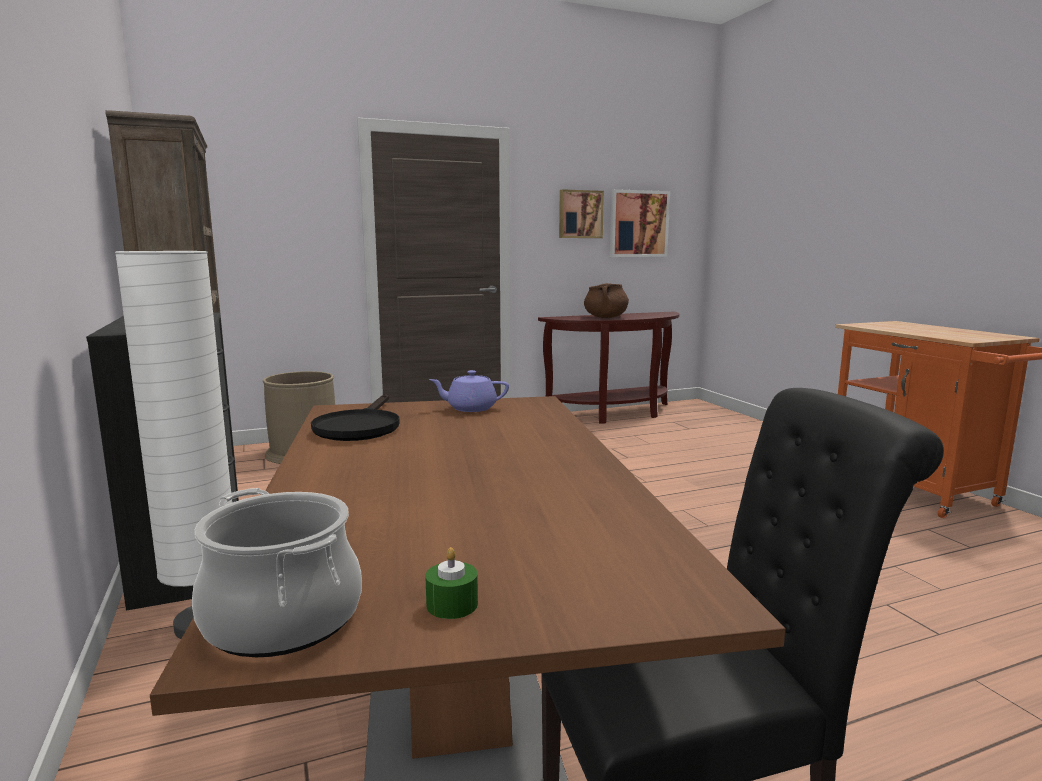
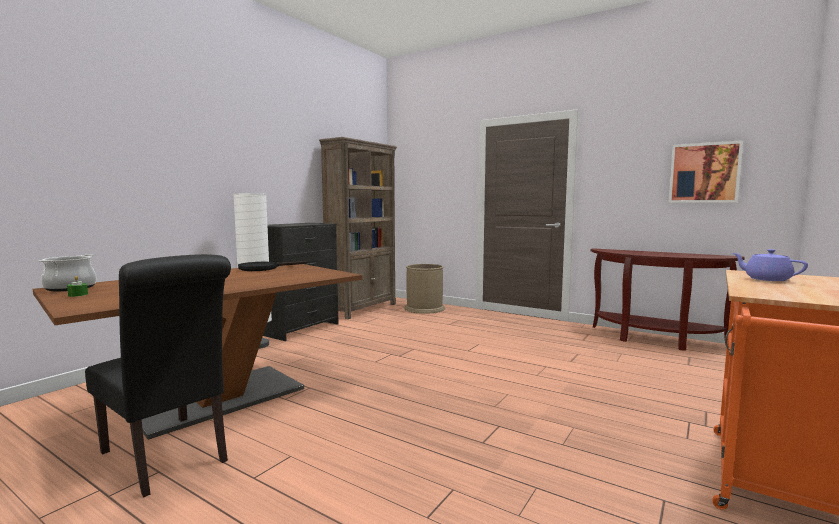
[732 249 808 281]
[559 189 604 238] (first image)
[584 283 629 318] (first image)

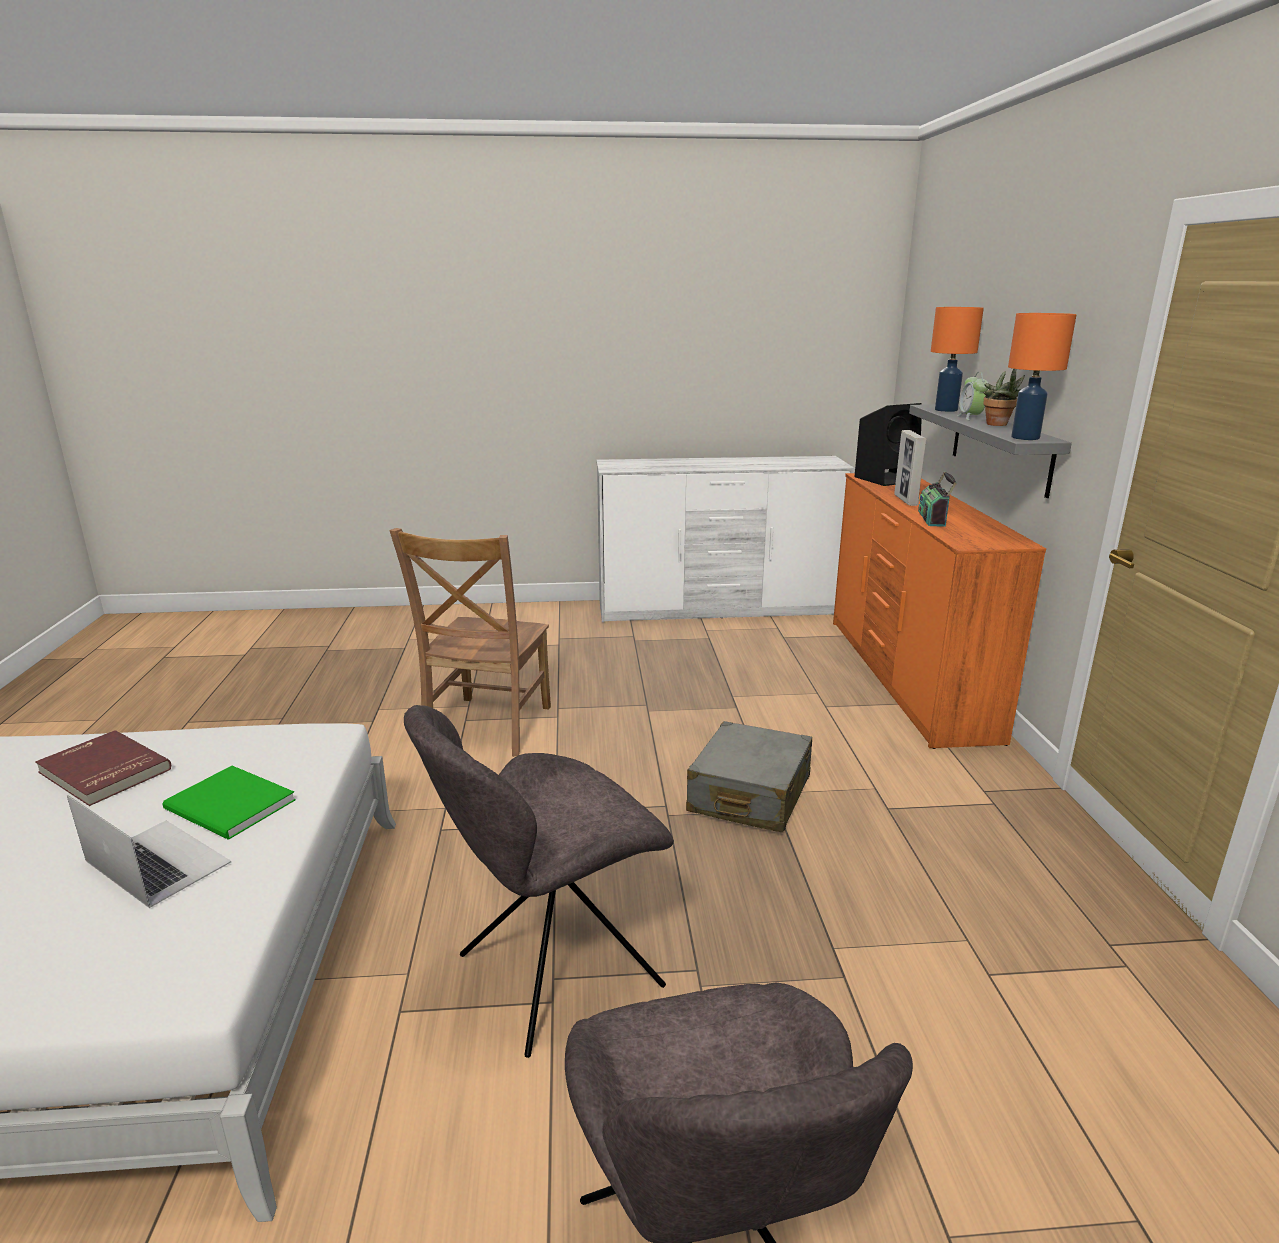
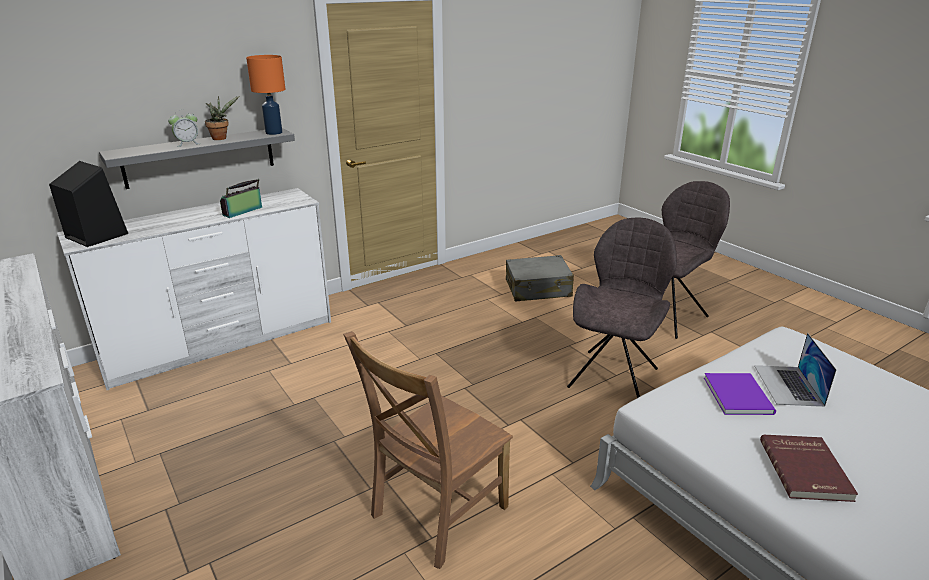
[57 188 331 390]
[220 179 262 218]
[343 331 513 569]
[506 255 574 302]
[567 218 677 398]
[704 373 776 415]
[894 430 927 506] (first image)
[931 307 984 412] (first image)

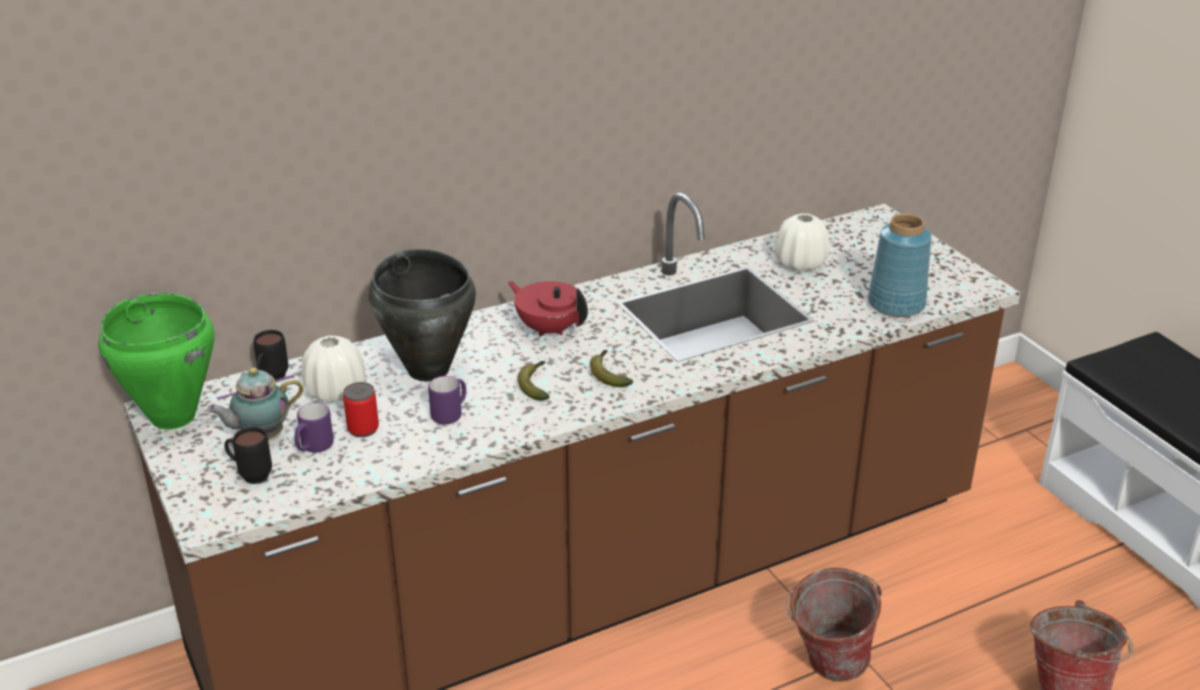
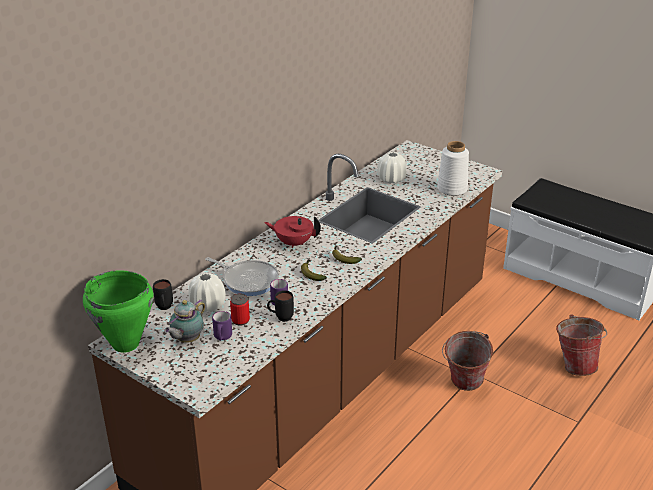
[205 257 279 296]
[267 290 294 322]
[437 141 469 196]

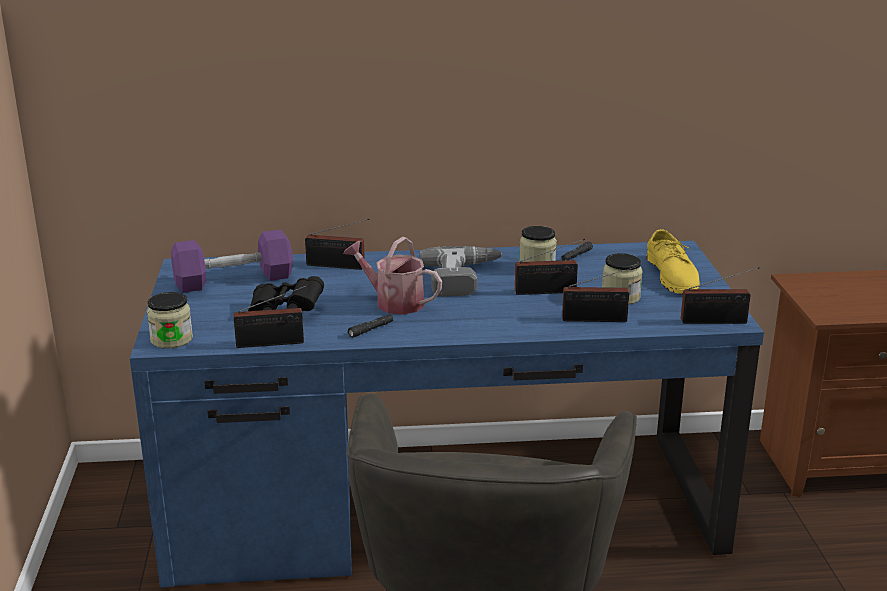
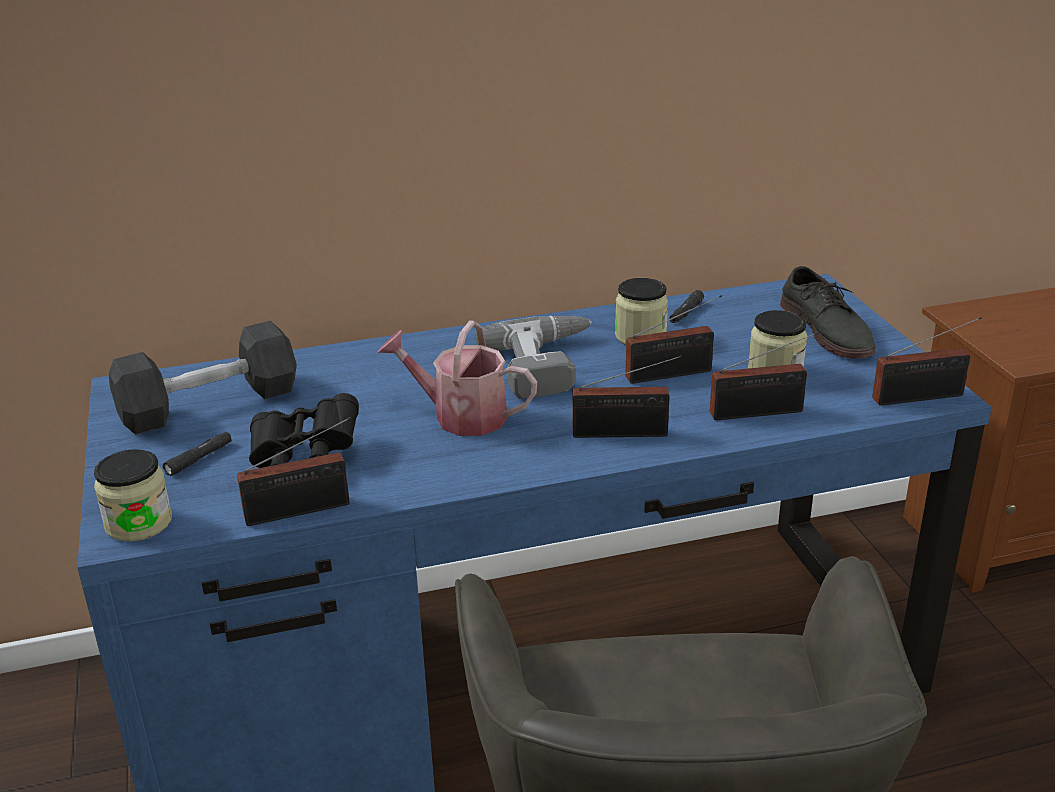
[109 321 297 435]
[163 432 232 476]
[573 356 682 438]
[780 266 876 359]

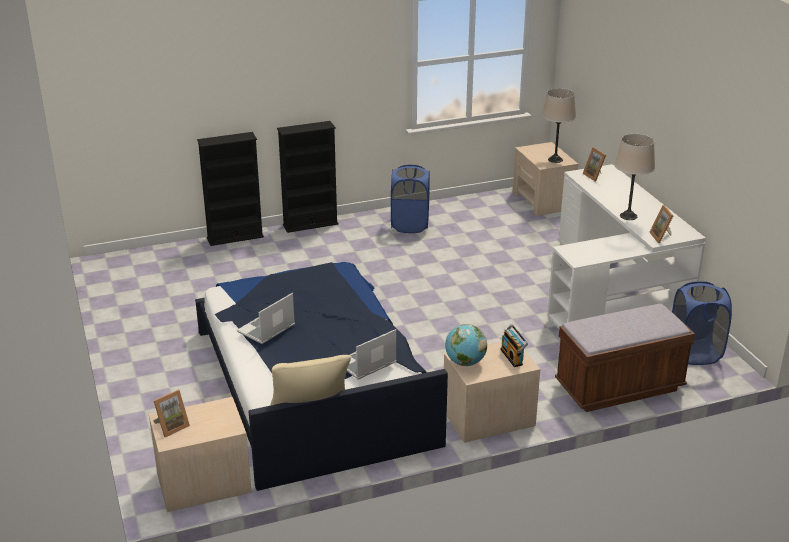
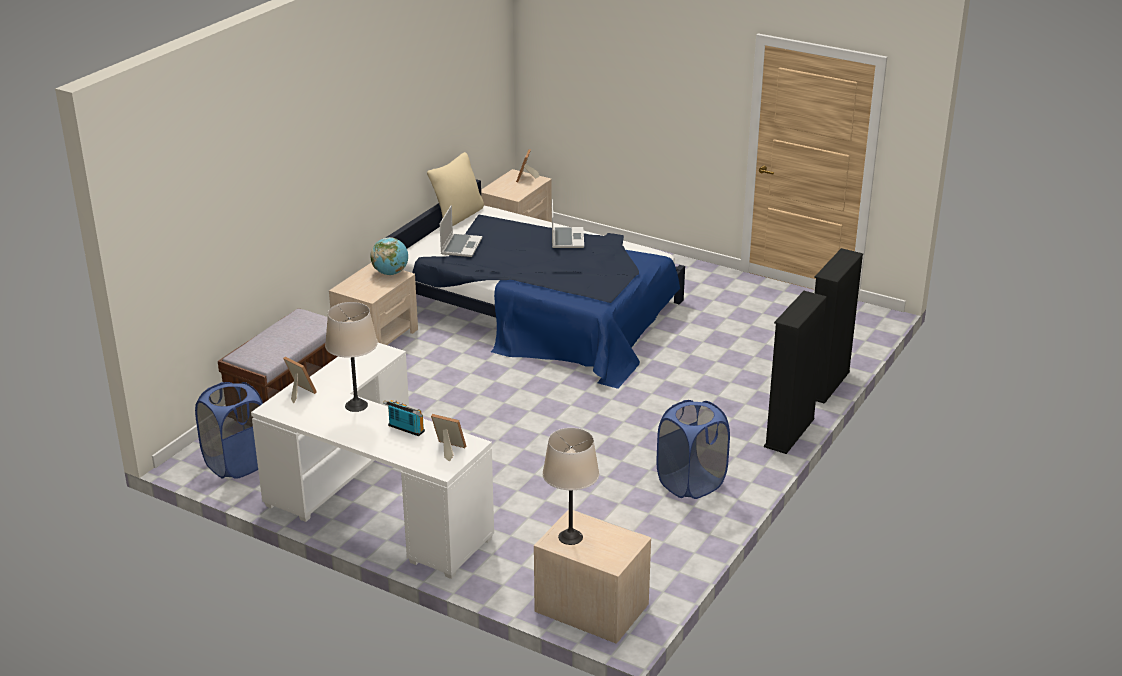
[383 400 425 436]

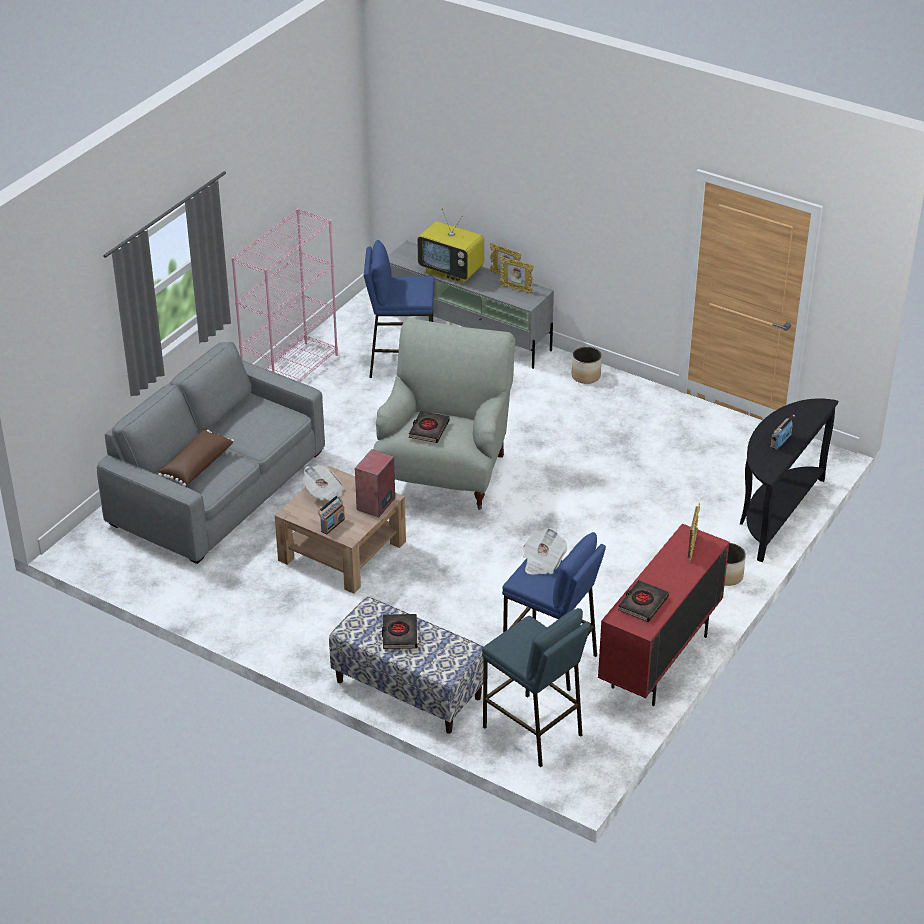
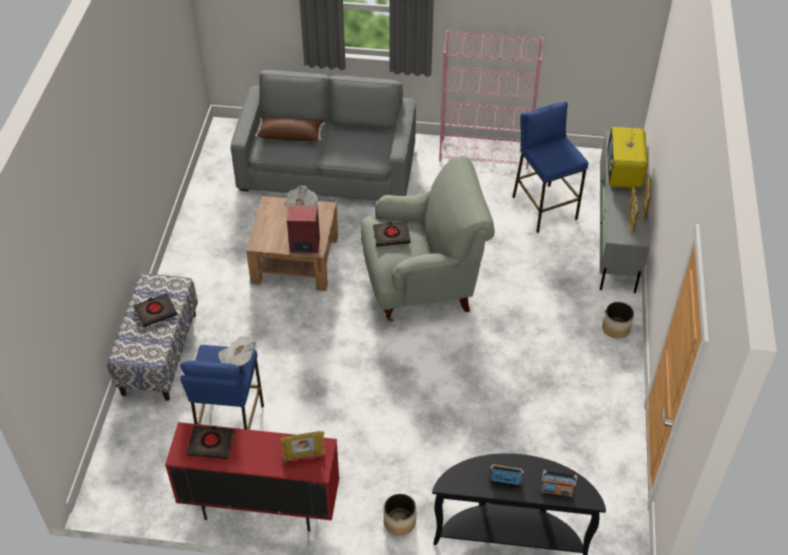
[541 470 577 498]
[482 608 590 767] (first image)

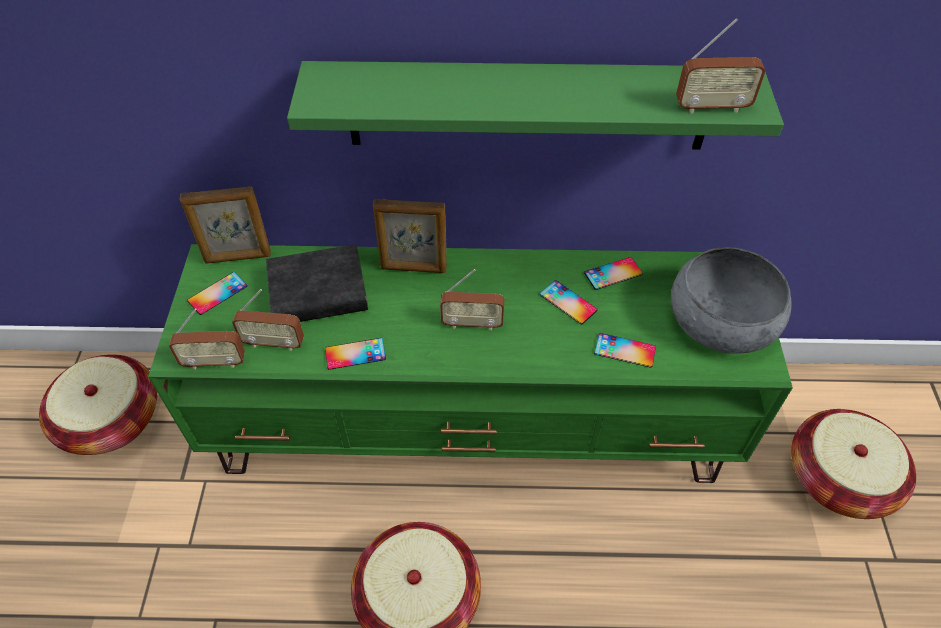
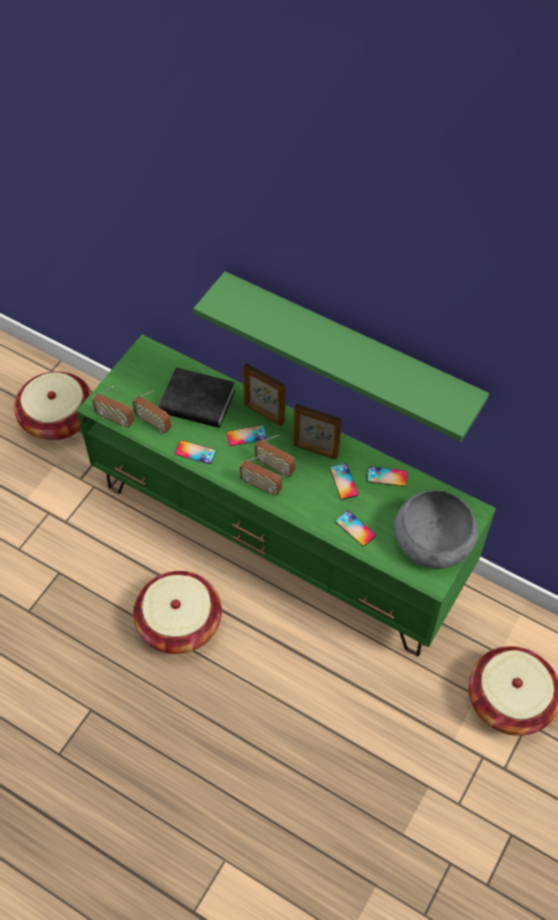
[227 425 267 446]
[240 454 282 496]
[293 404 342 459]

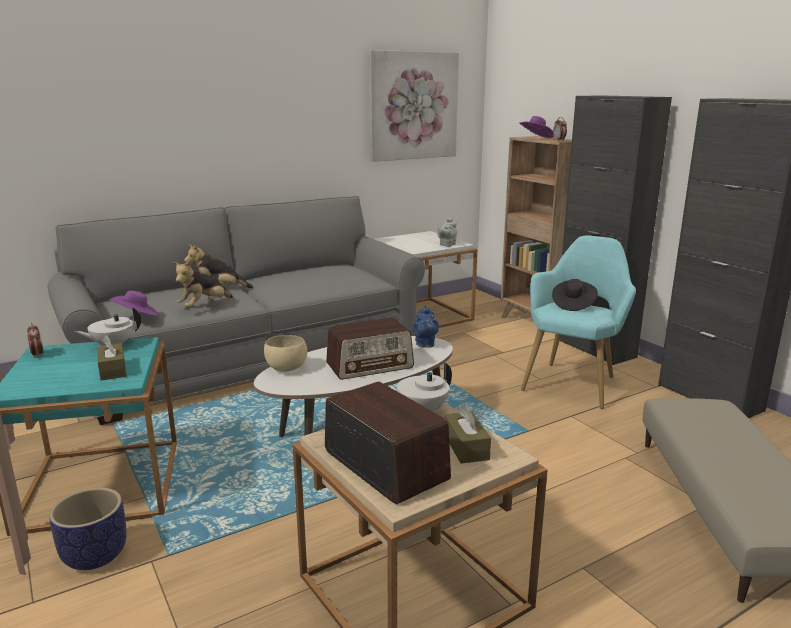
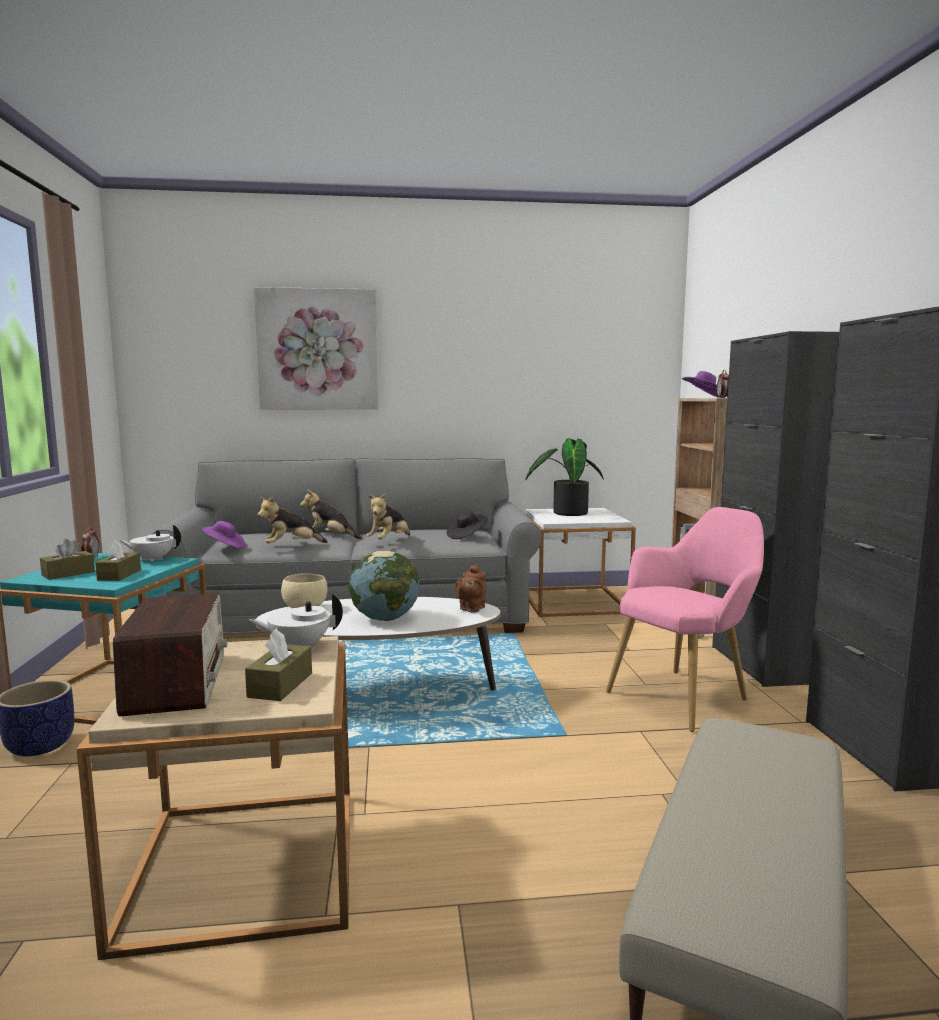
[40 539 95 580]
[253 287 378 410]
[349 551 420 621]
[366 493 410 539]
[447 511 488 539]
[455 564 487 613]
[525 438 604 516]
[606 507 764 732]
[437 217 457 247] (first image)

